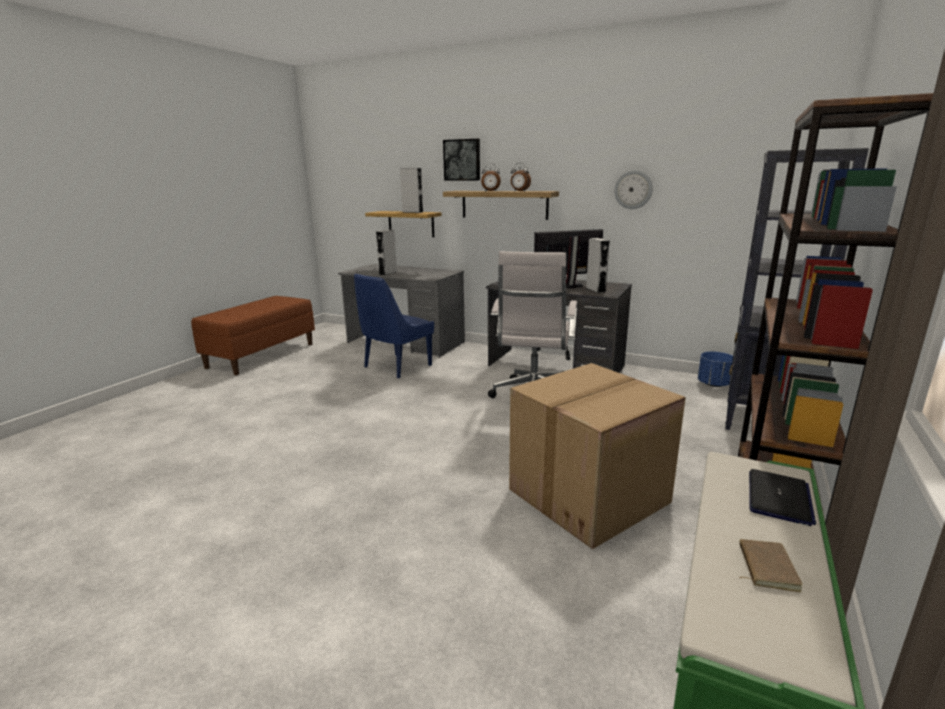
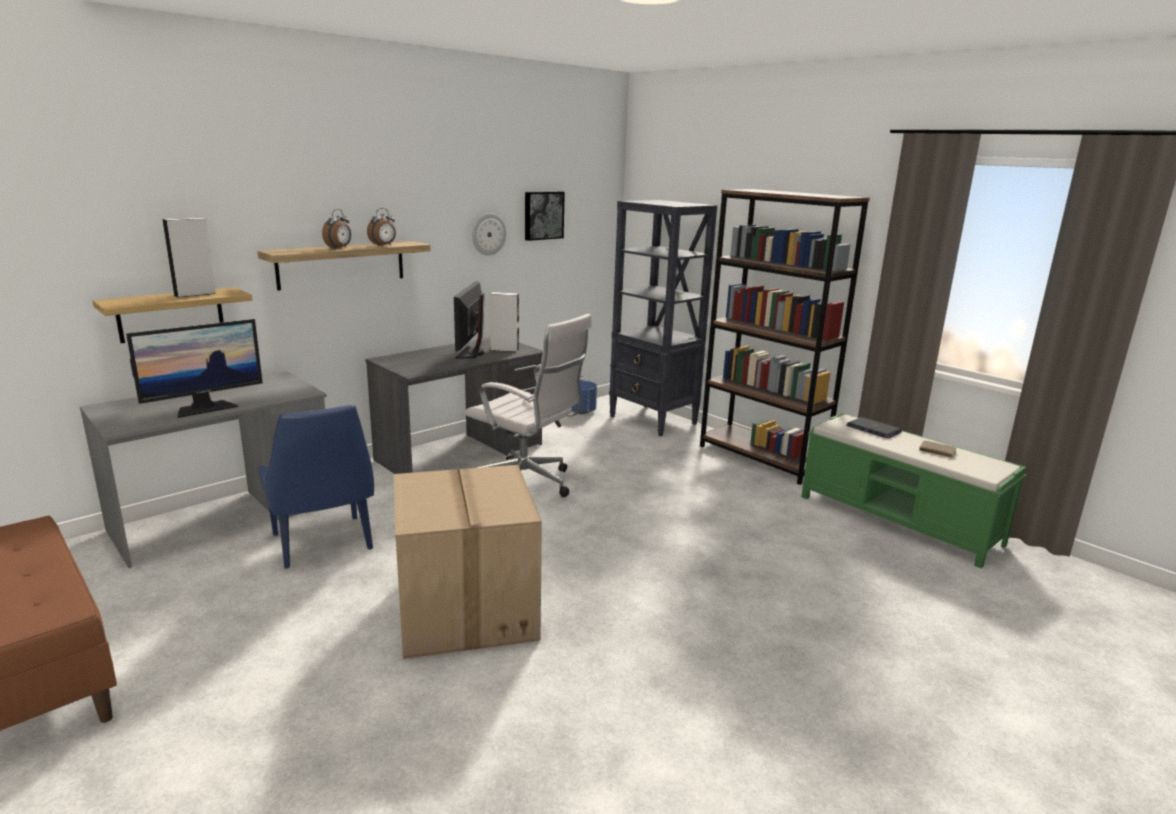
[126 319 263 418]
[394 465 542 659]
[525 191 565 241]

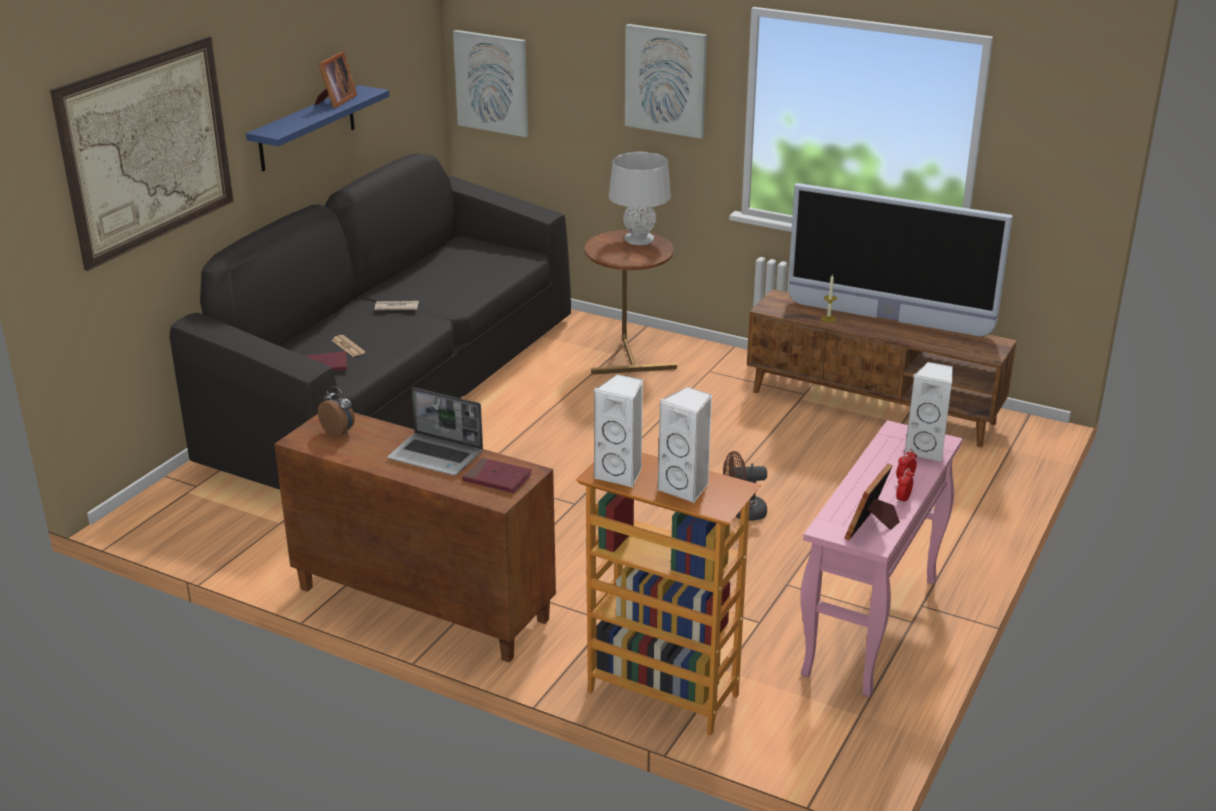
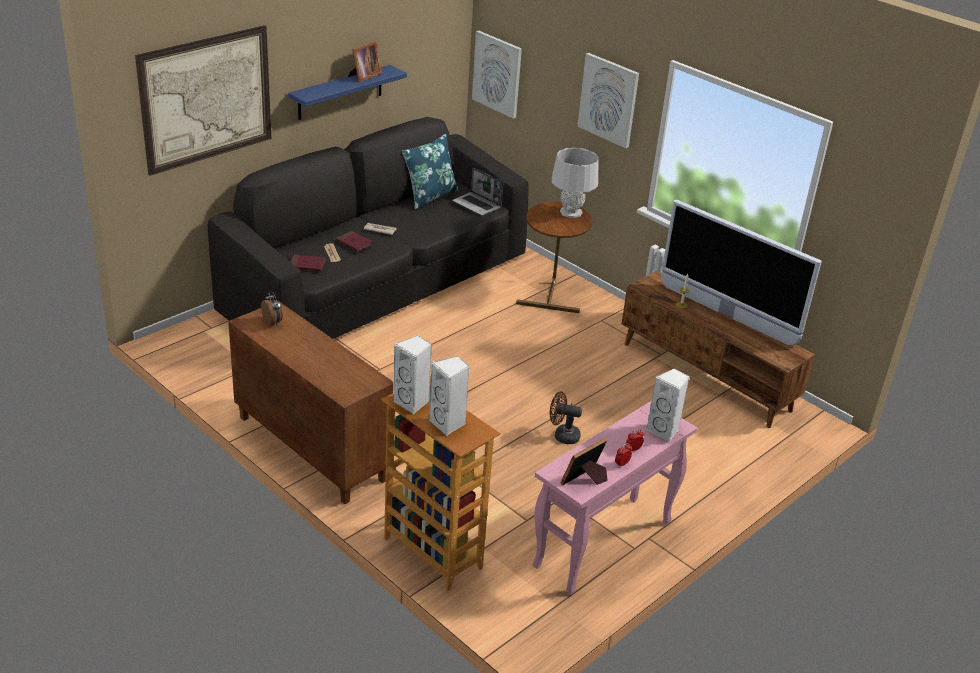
[336 231 373 252]
[402 134 459 210]
[452 168 503 216]

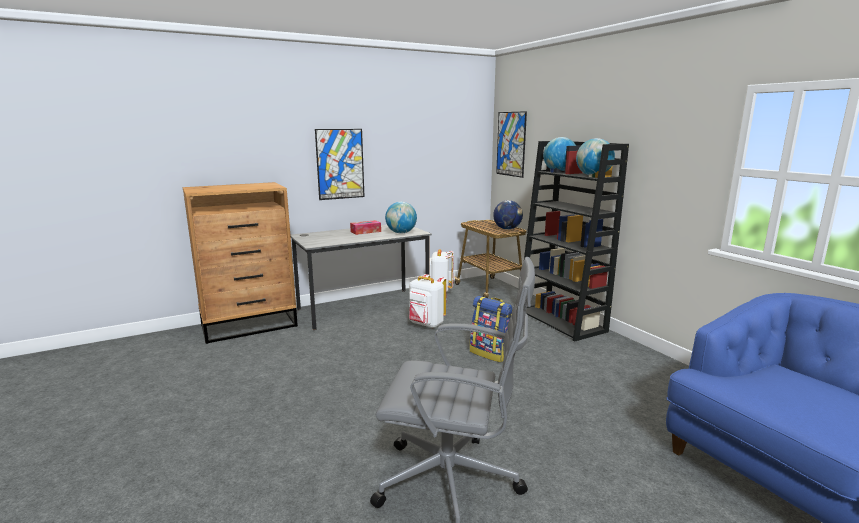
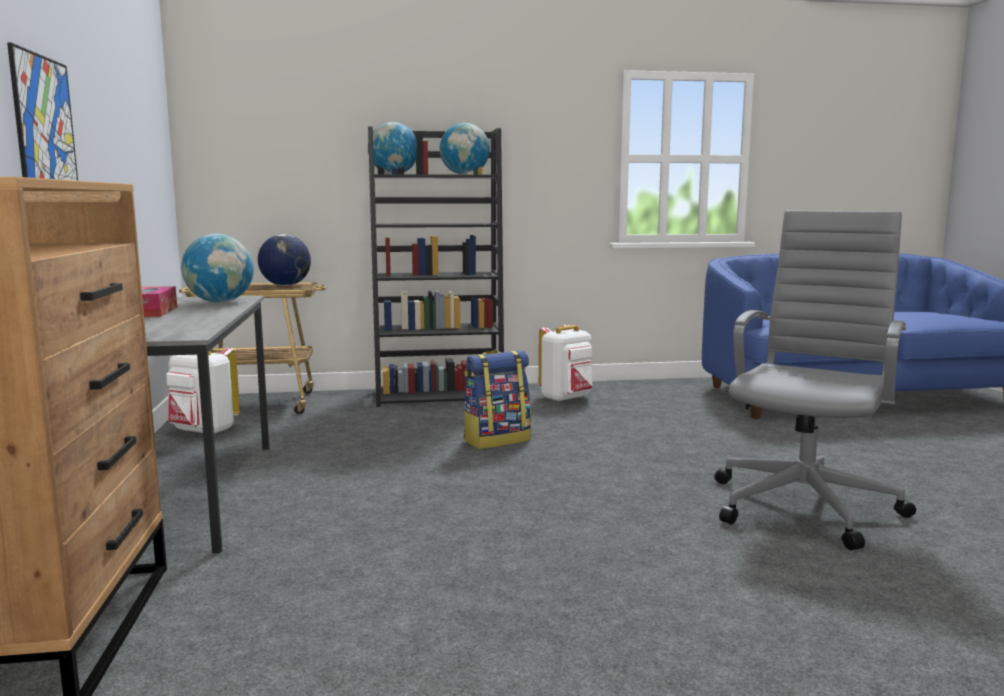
[539 325 593 402]
[496 111 527 178] (first image)

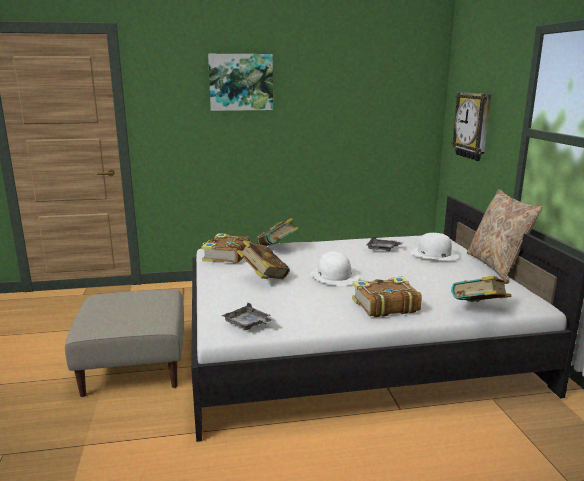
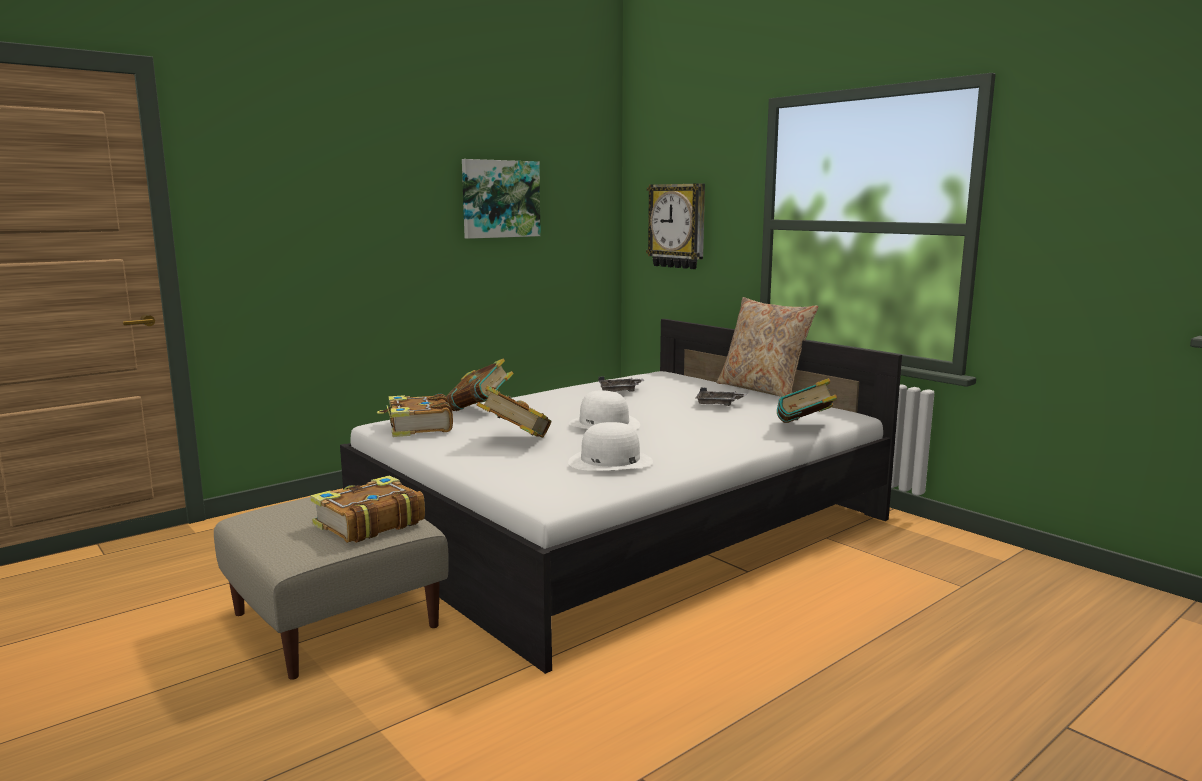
[310 475 425 543]
[462 159 541 239]
[568 422 653 471]
[696 387 747 406]

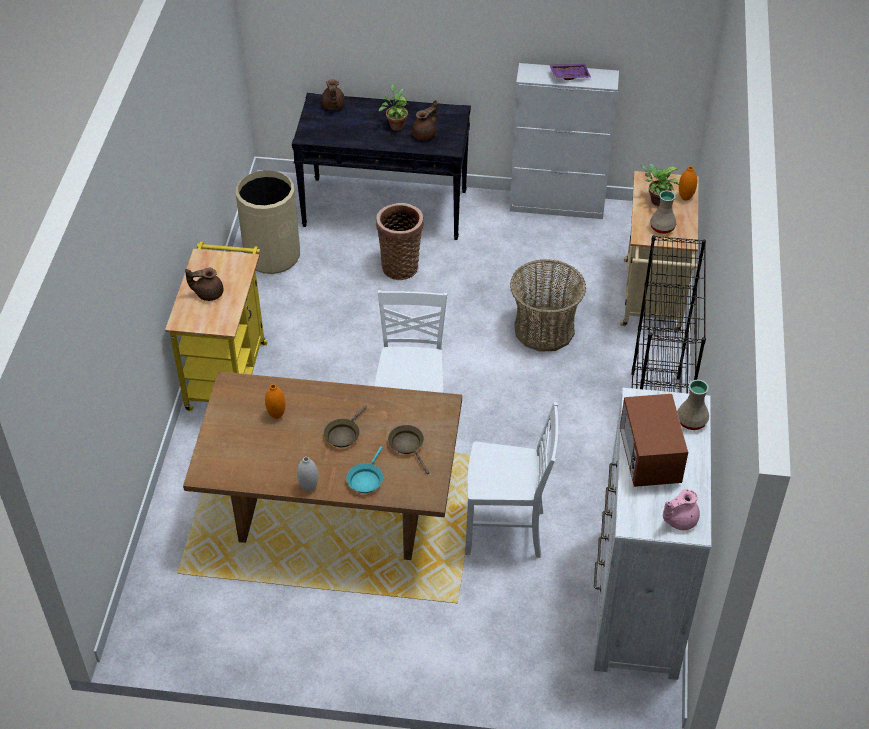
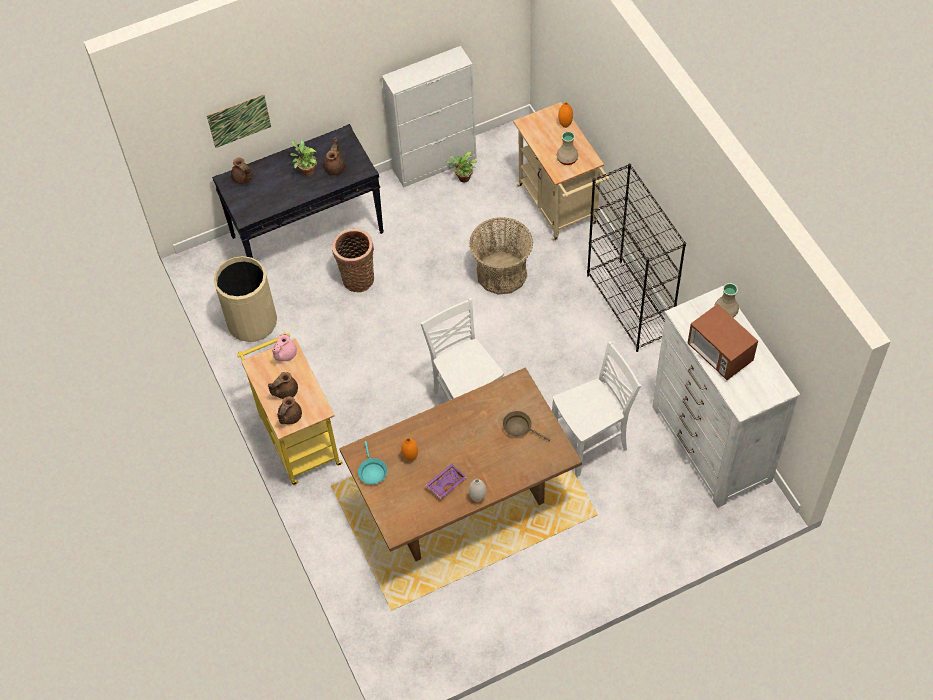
[207 94 271 148]
[272 334 297 361]
[277 396 302 424]
[358 441 387 484]
[426 464 467 499]
[445 152 477 183]
[324 405 367 447] (first image)

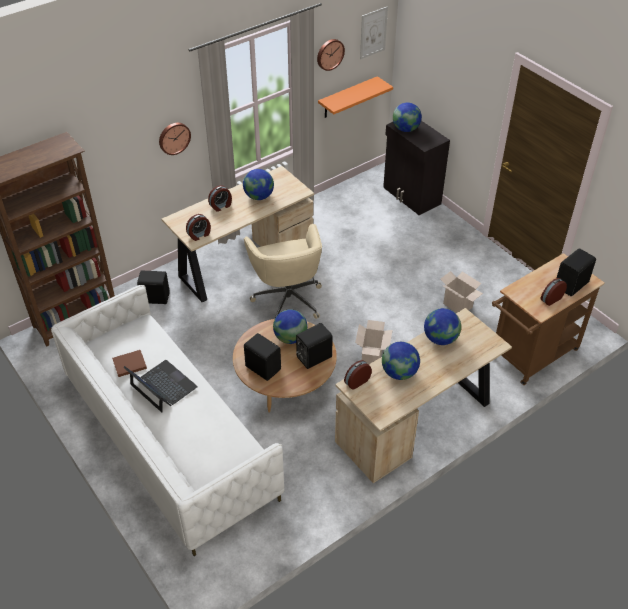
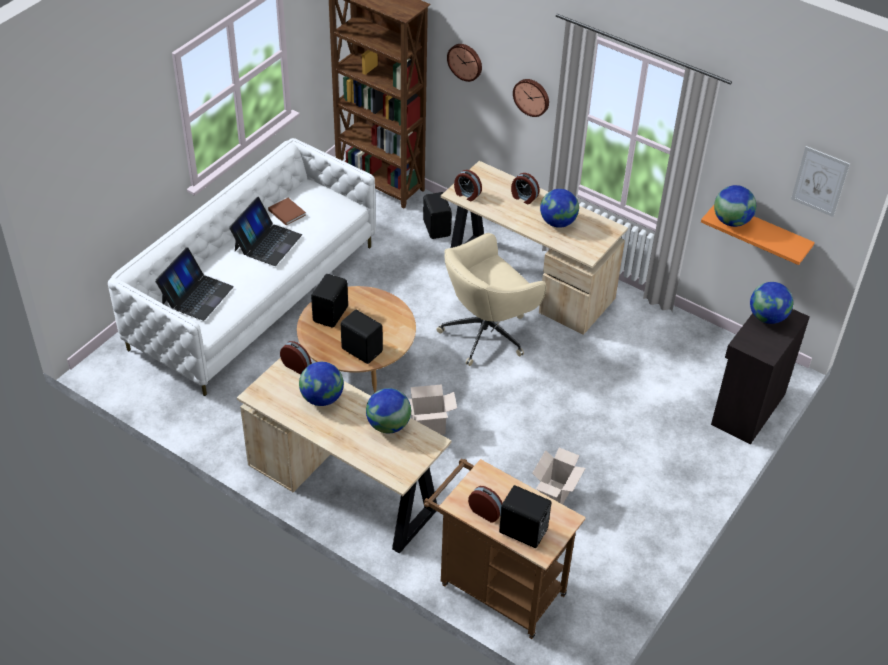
[155 247 234 321]
[447 44 482 82]
[714 185 756 227]

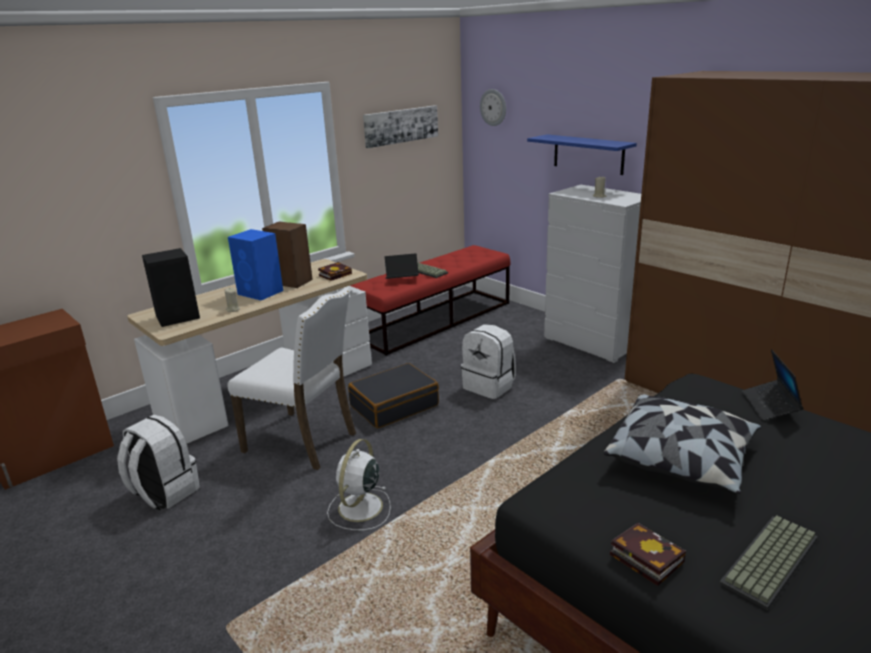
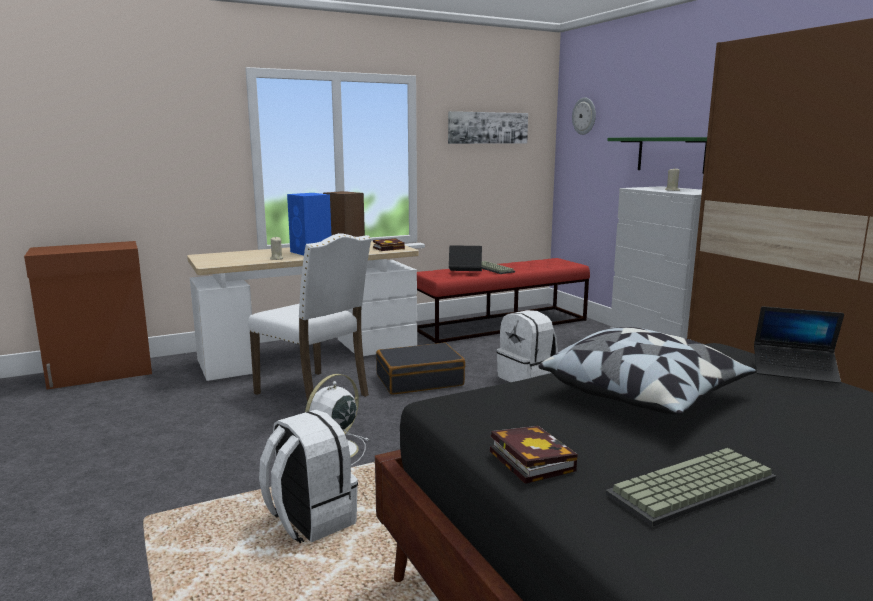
[259 410 358 543]
[607 137 707 174]
[754 306 844 383]
[142 248 200 327] (first image)

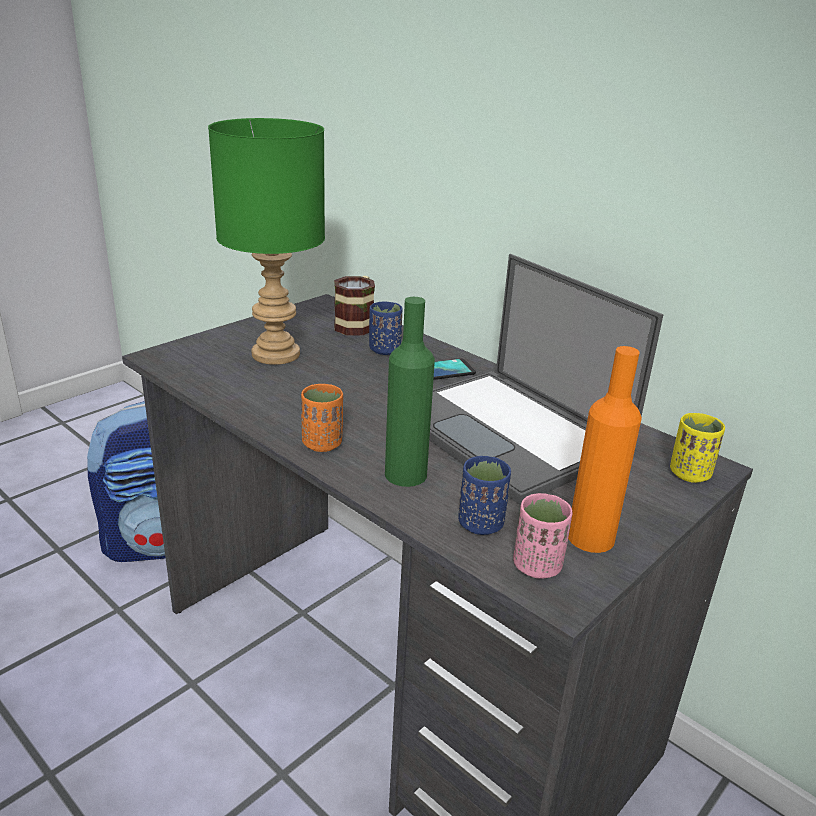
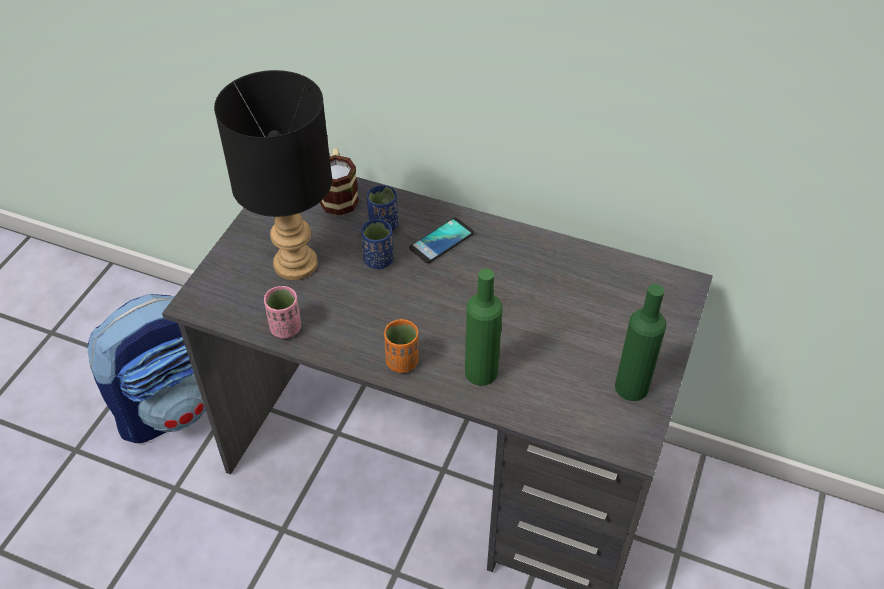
[214 70 332 280]
[264 286 301 338]
[361 219 393 269]
[615 284 666 401]
[429 254 664 505] (first image)
[670 413 725 483] (first image)

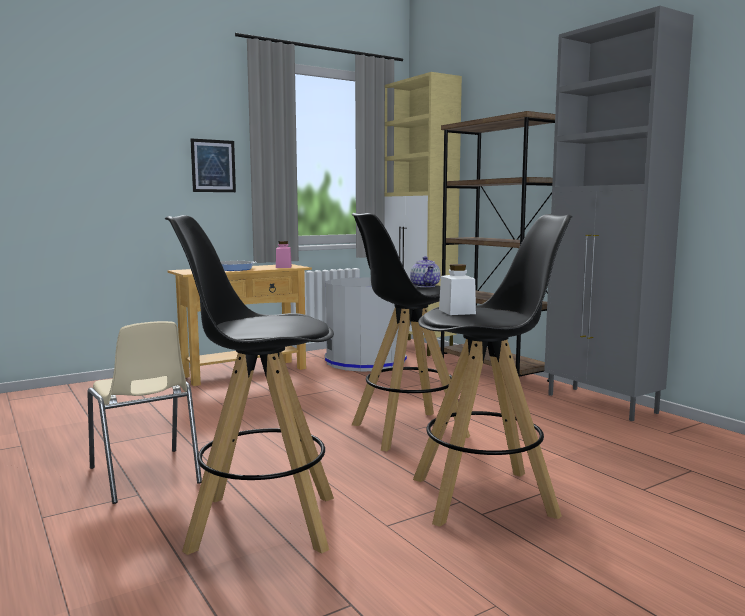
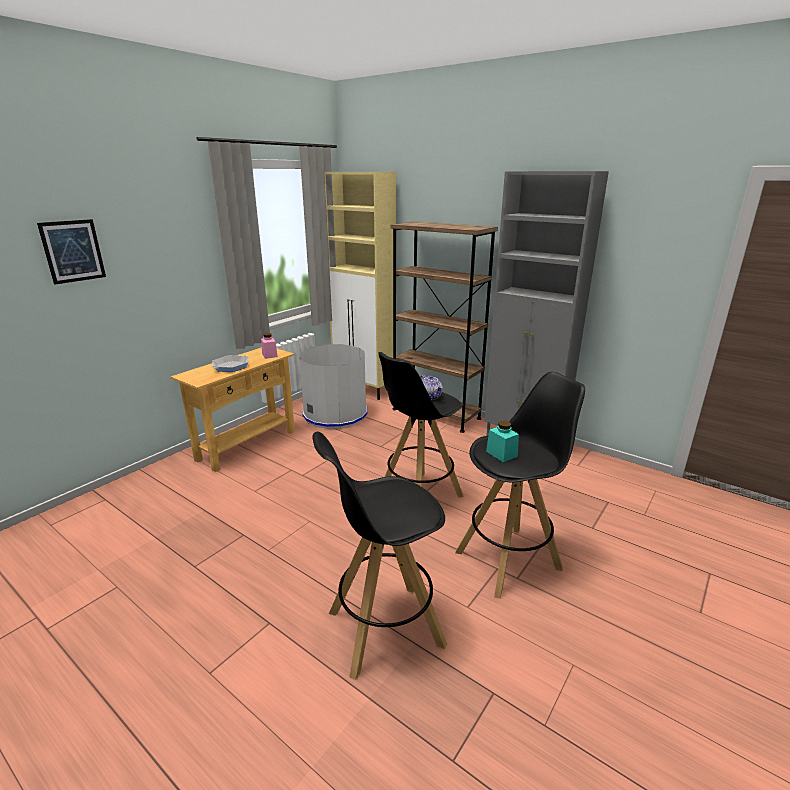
[37 219 106 285]
[486 421 519 462]
[87 321 202 504] (first image)

